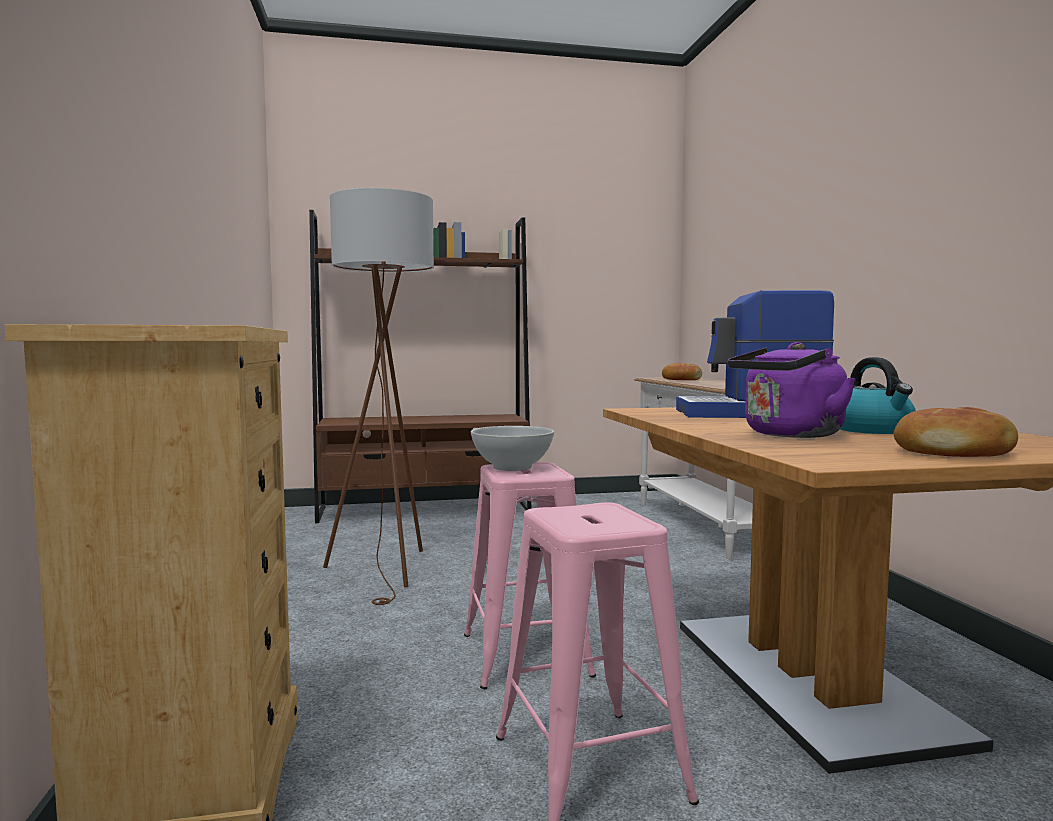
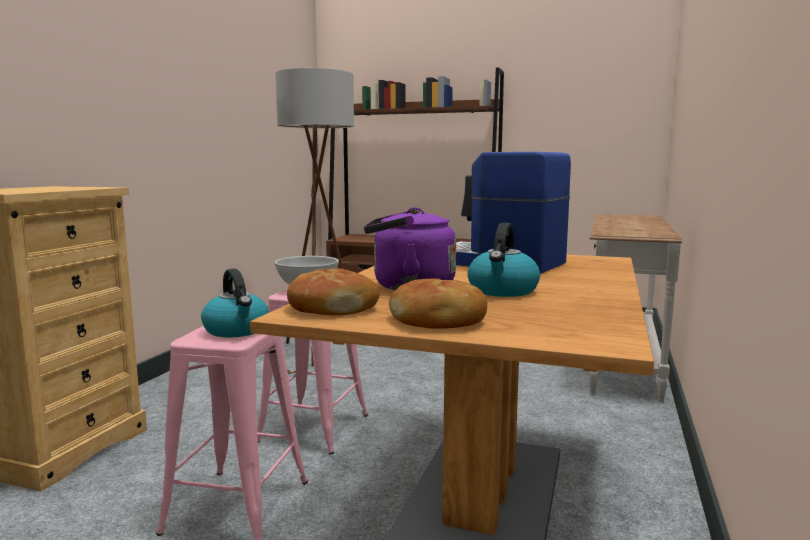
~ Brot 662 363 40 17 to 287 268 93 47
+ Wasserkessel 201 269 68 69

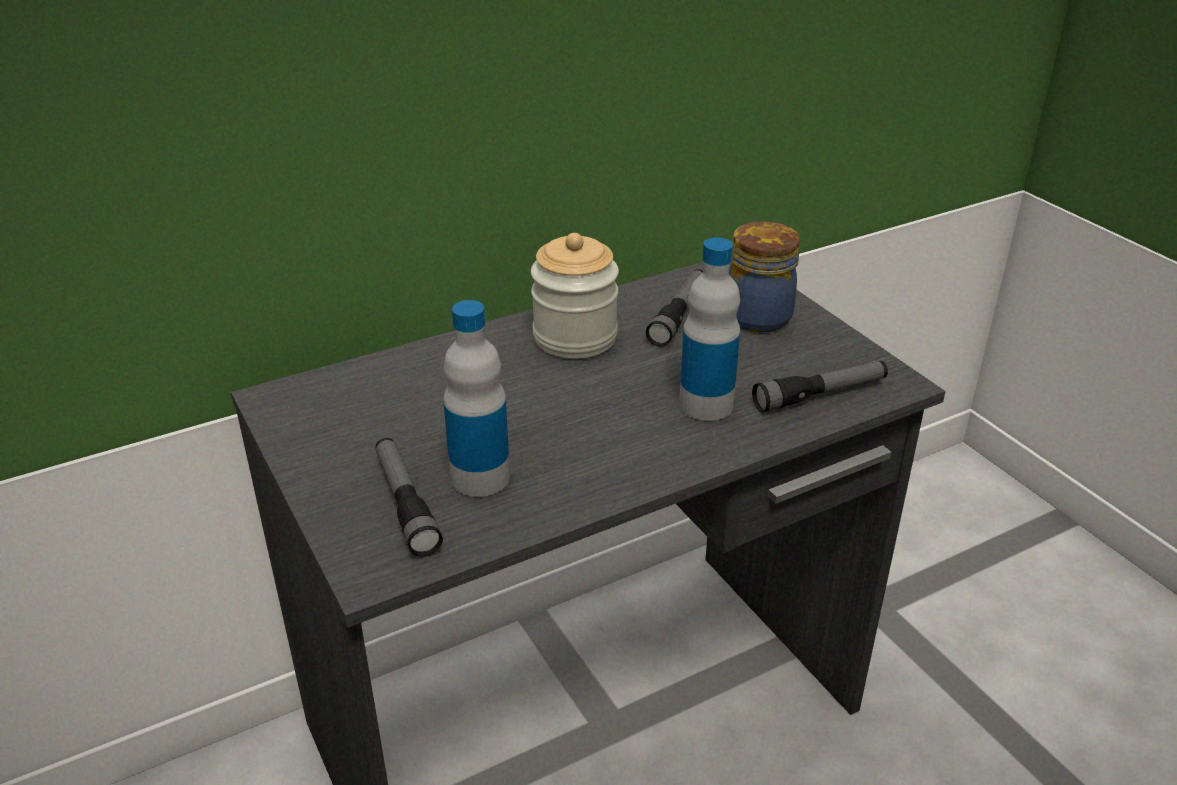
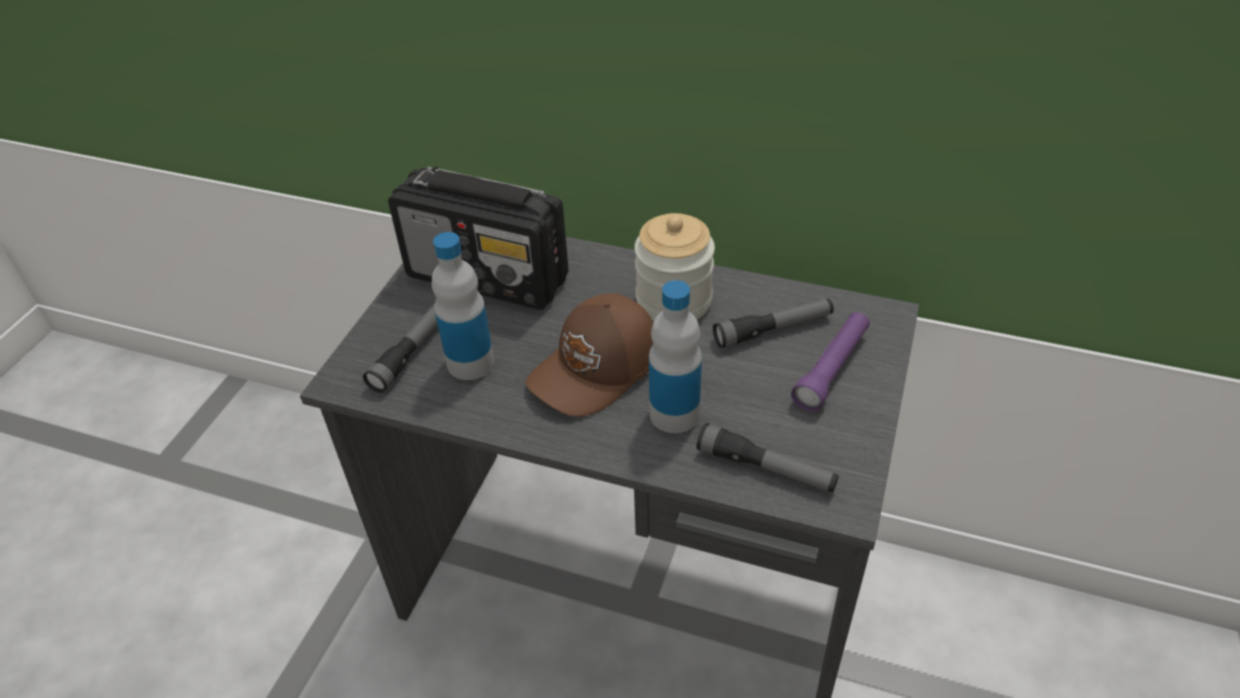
~ Vorratsglas 729 221 71 111 to Taschenlampe/lila 791 312 79 100
+ Radio 388 166 181 144
+ Kappe/braun 526 293 127 123

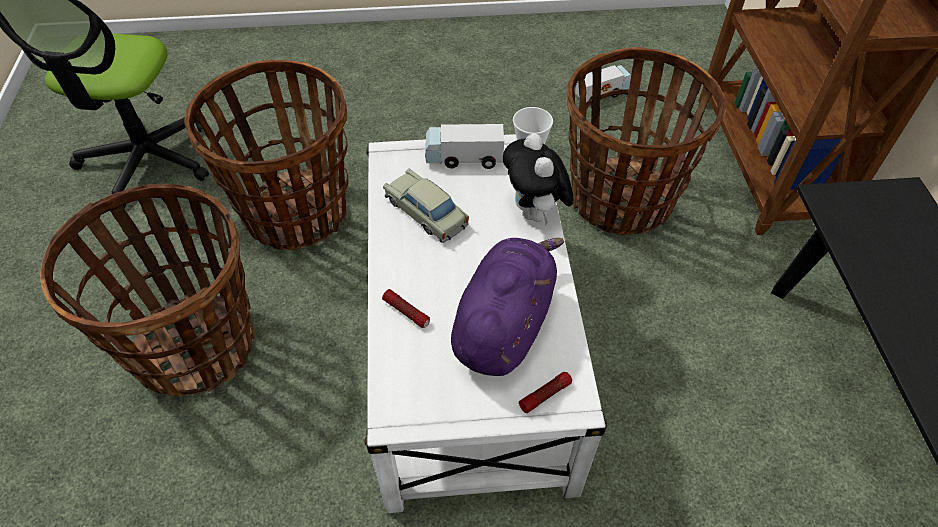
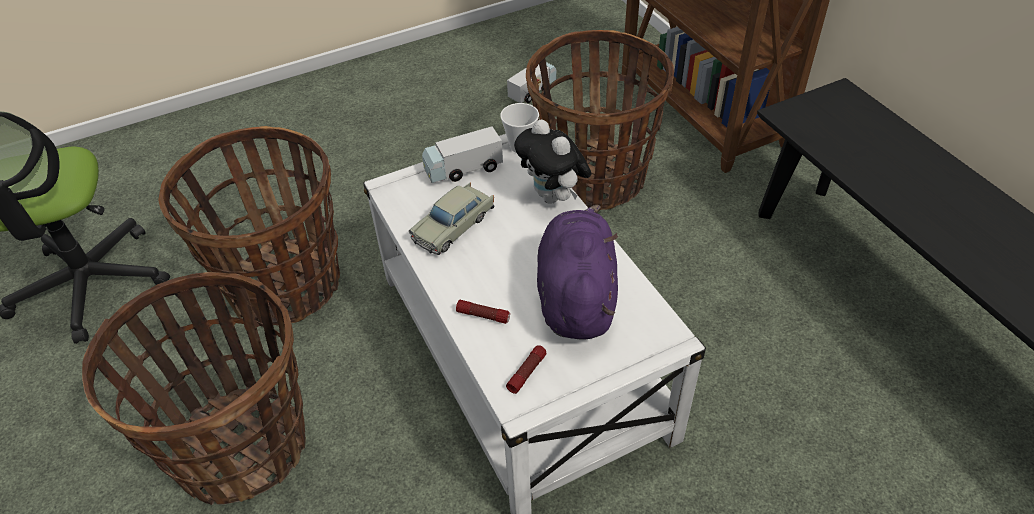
~ Spielzeugauto/beige 383 169 86 74 = 409 183 85 72 75 degrees counterclockwise
~ Taschenlampe 519 372 53 41 to 506 345 40 49

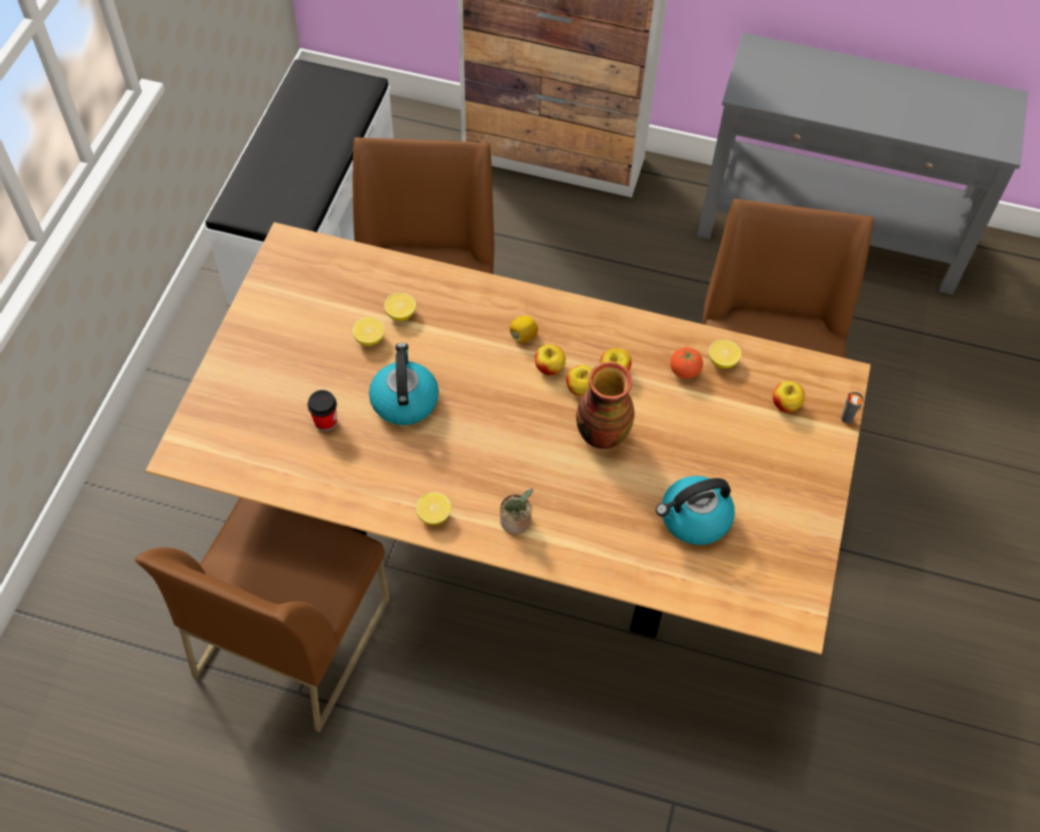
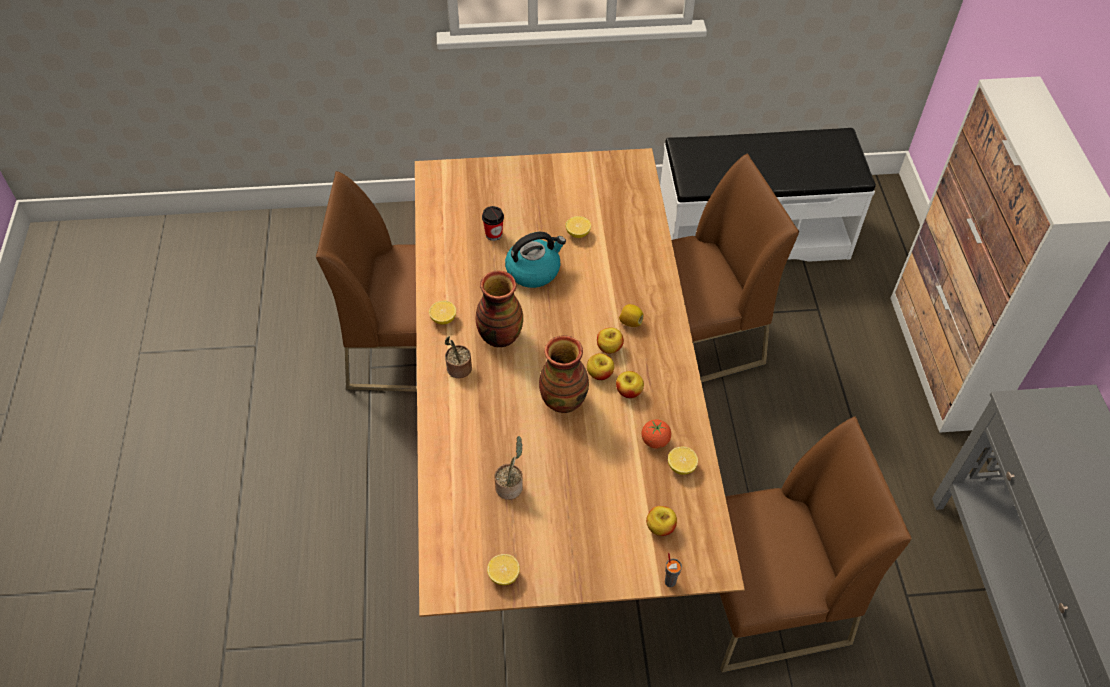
~ Zitrone 384 293 32 28 to 487 554 33 31
~ Wasserkessel 656 476 79 69 to Topfpflanze 494 436 29 64
+ Vase 476 270 47 77

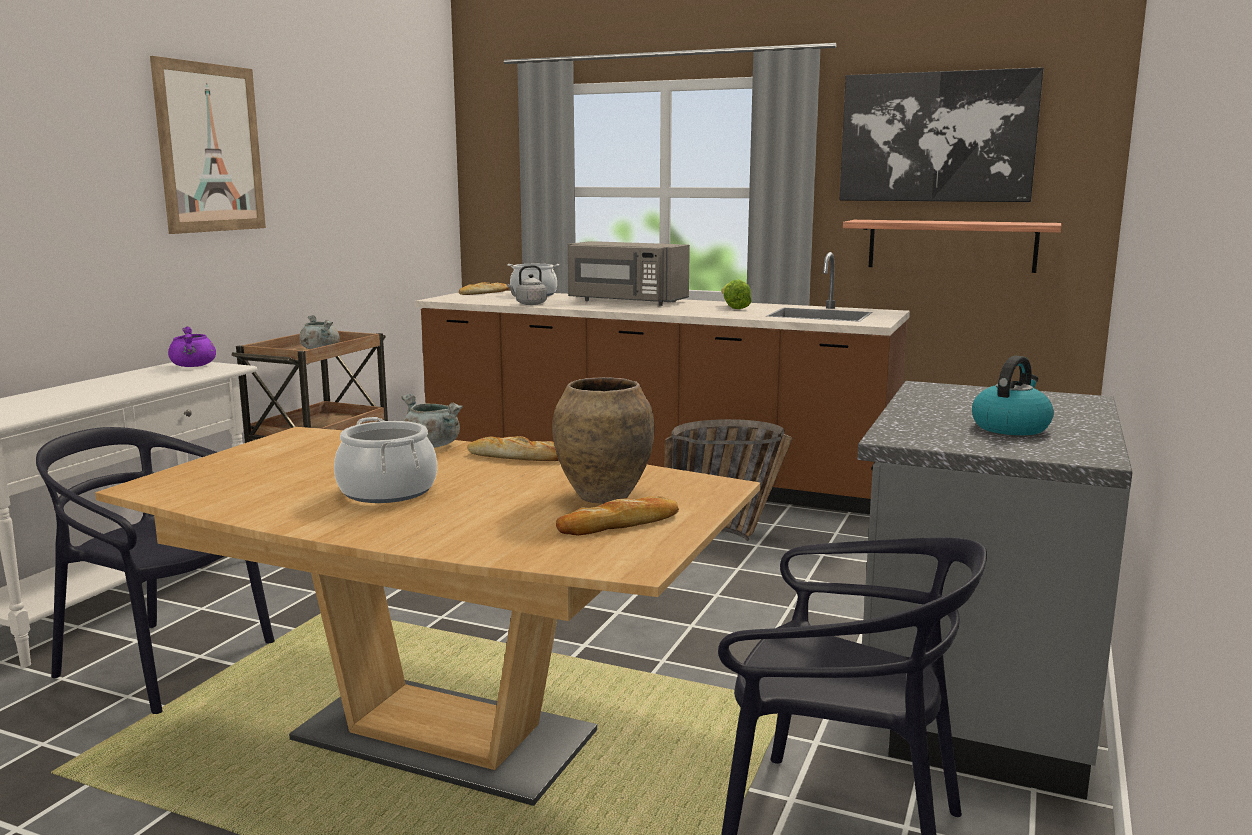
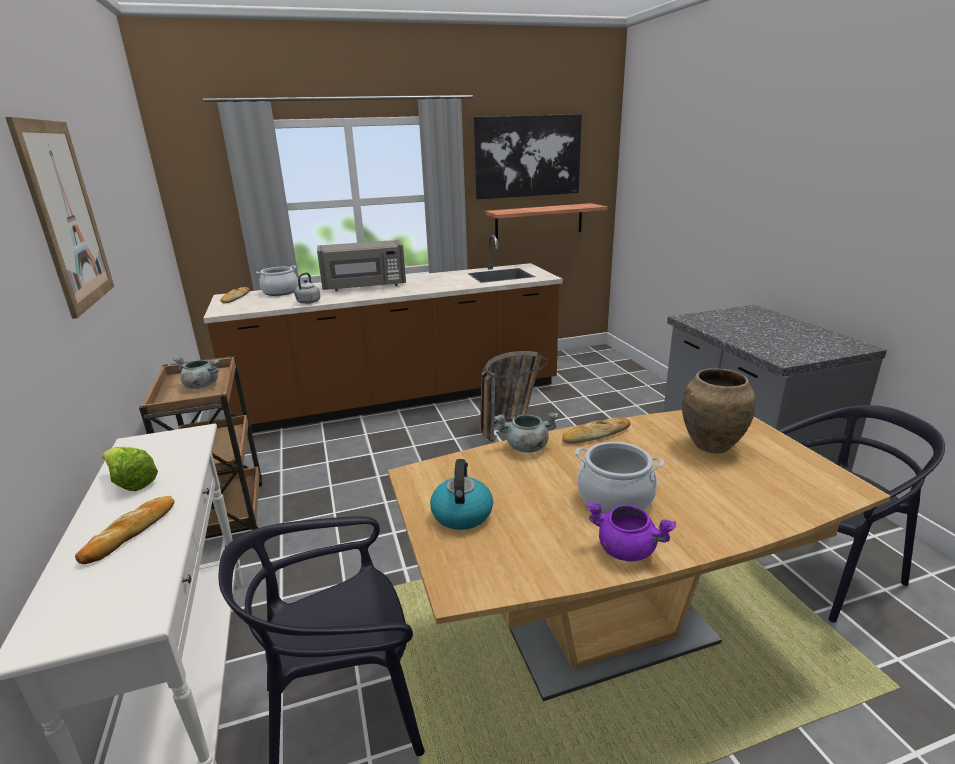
~ Salatkopf 721 279 31 30 to 102 447 56 44
~ Kochtopf/lila 168 326 48 41 to 587 502 89 60
~ Wasserkessel 972 356 82 79 to 430 459 63 71
~ Brot 556 496 123 40 to 75 496 99 68

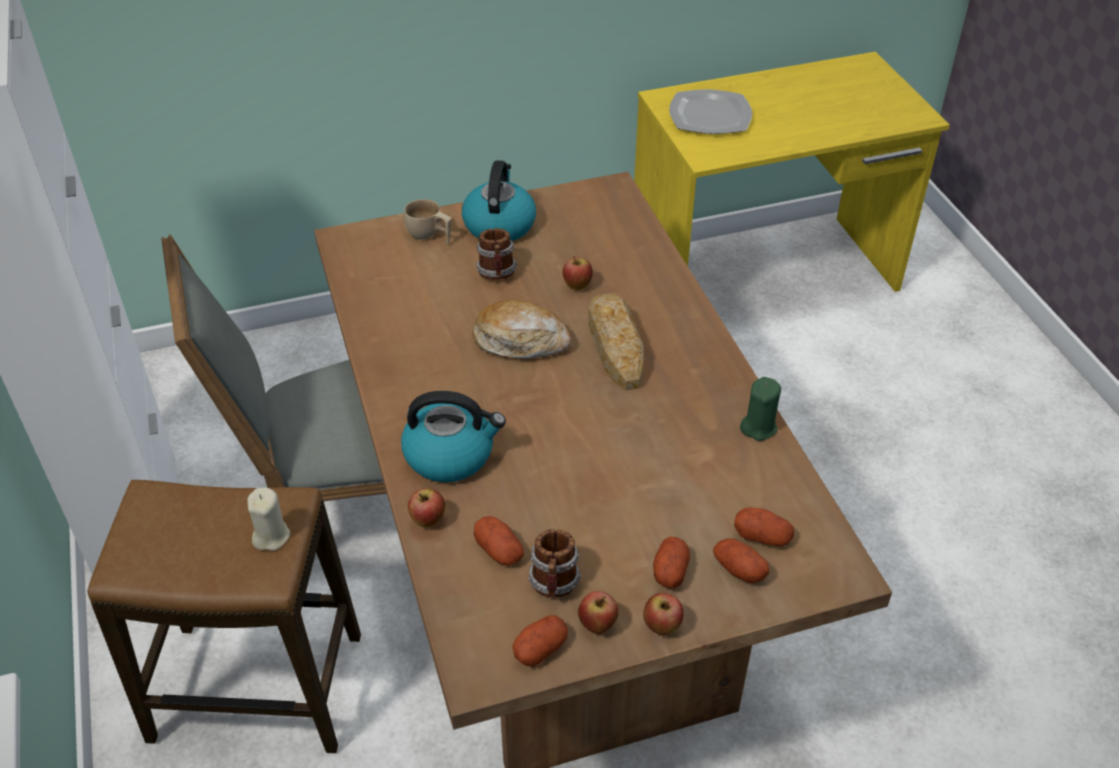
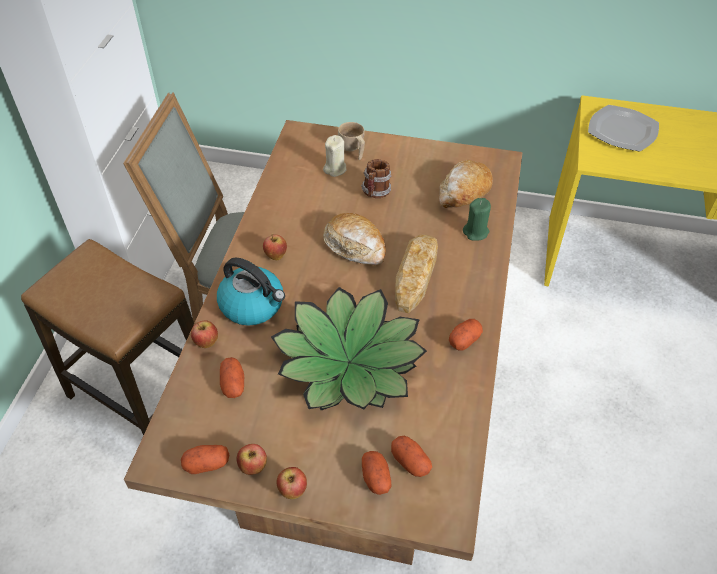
- Wasserkessel 462 160 74 81
~ Apfel 562 256 31 34 to 263 234 24 26
~ Kerze/grün 740 377 41 64 to 463 198 28 43
~ Kerze/beige 247 488 43 63 to 323 135 23 42
- Henkelbecher 528 529 53 68
~ Kartoffel 653 537 37 52 to 449 319 34 31
+ Brot 439 160 54 48
+ Topfpflanze 271 287 156 123

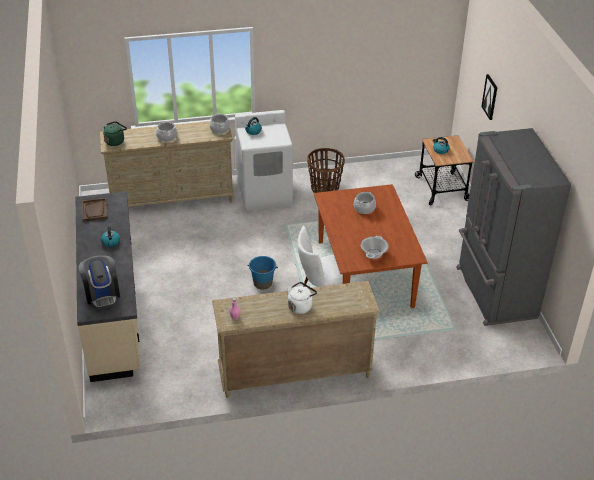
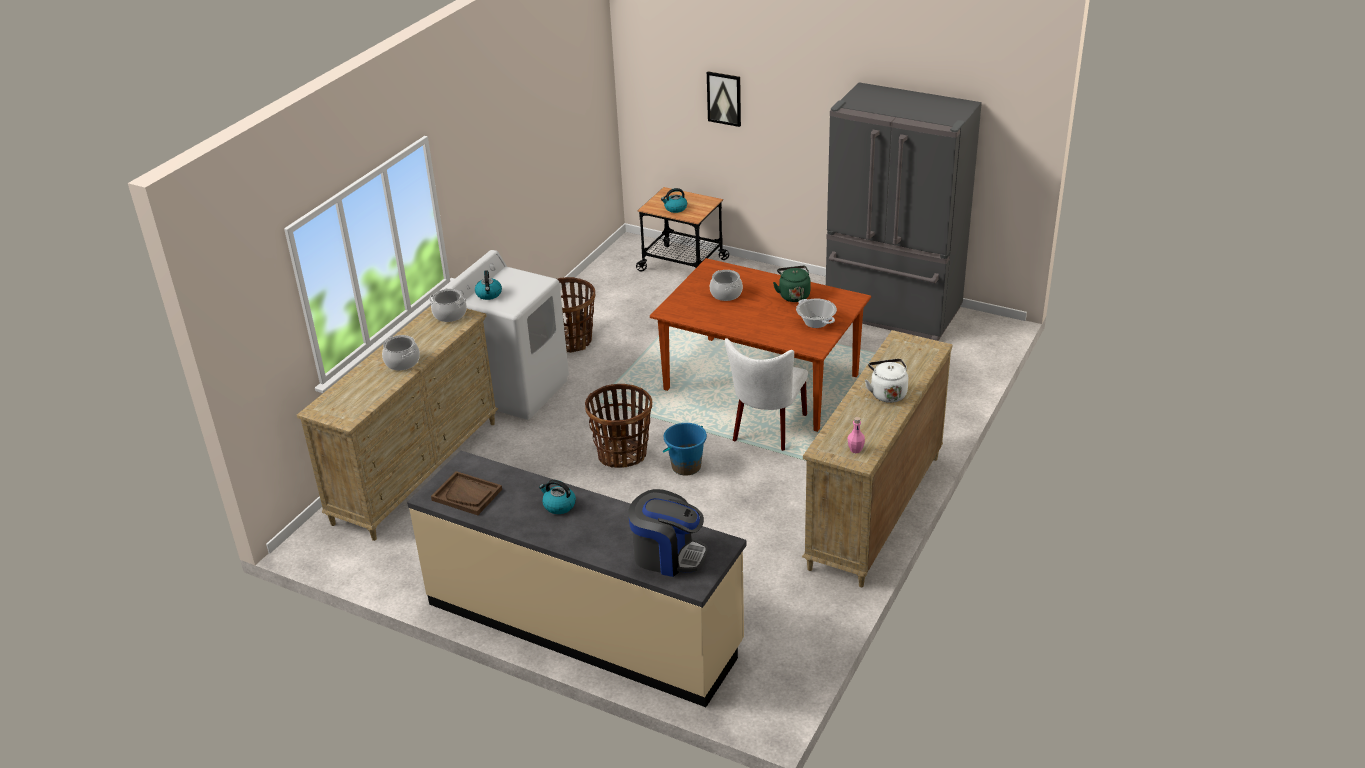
~ Wasserkessel/grün 103 121 24 25 to 773 266 38 36
+ Korb 585 384 67 84

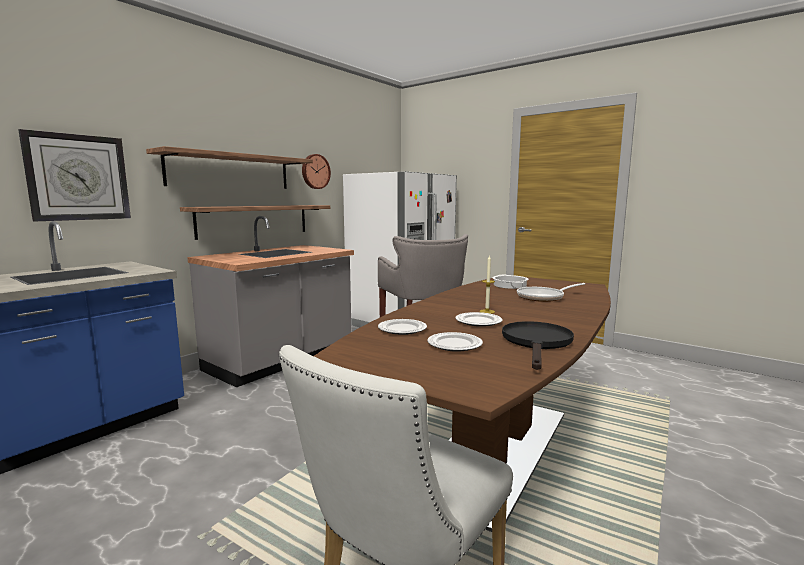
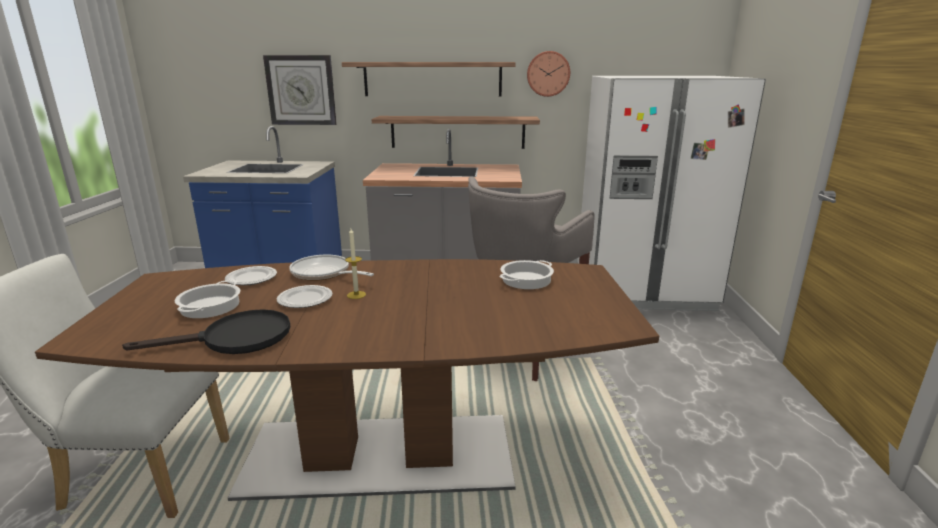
~ Pfanne 517 283 68 19 to 289 254 85 27
~ Teller 427 332 56 20 to Kochtopf 175 280 65 38

